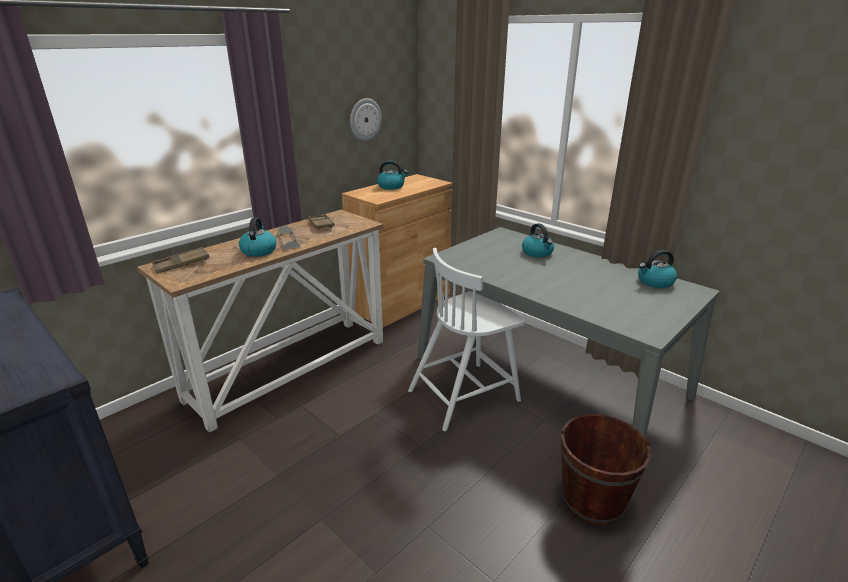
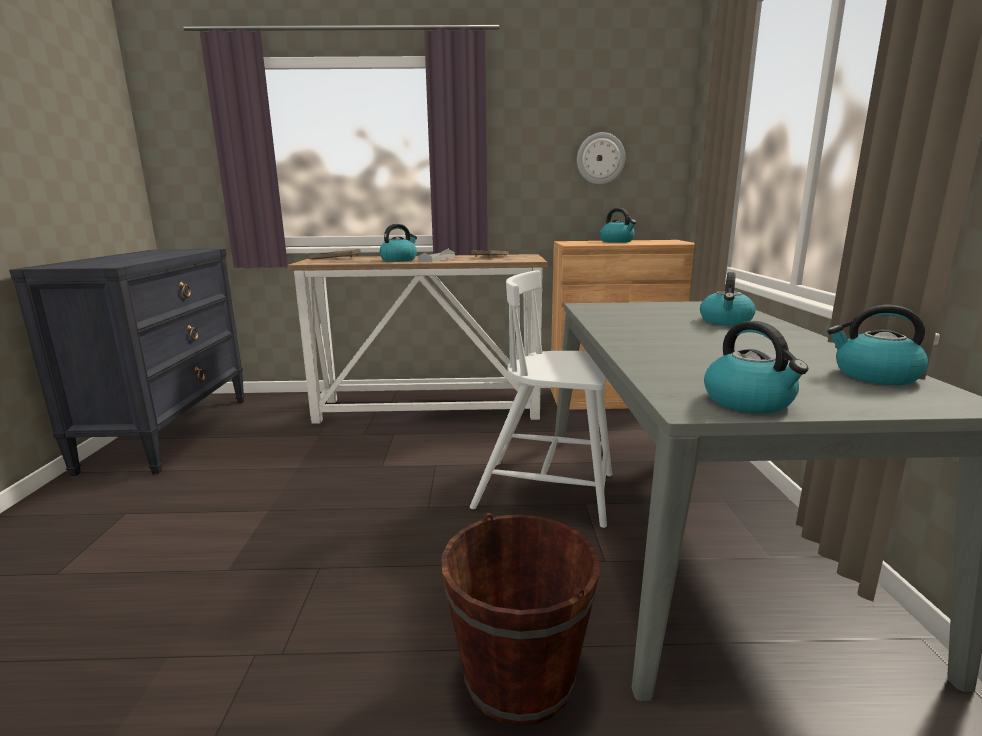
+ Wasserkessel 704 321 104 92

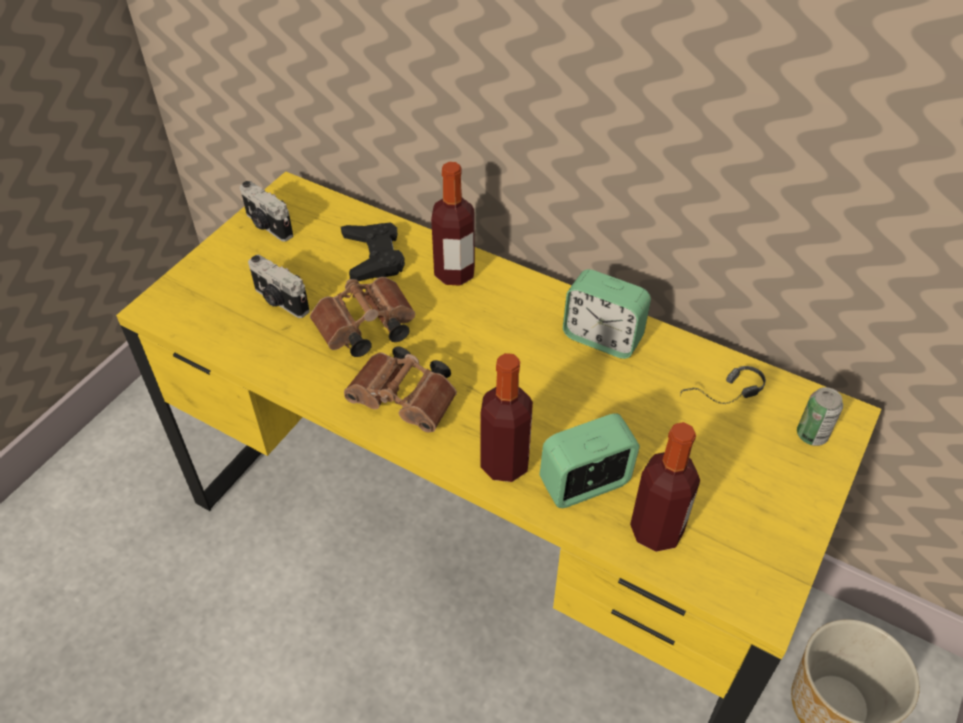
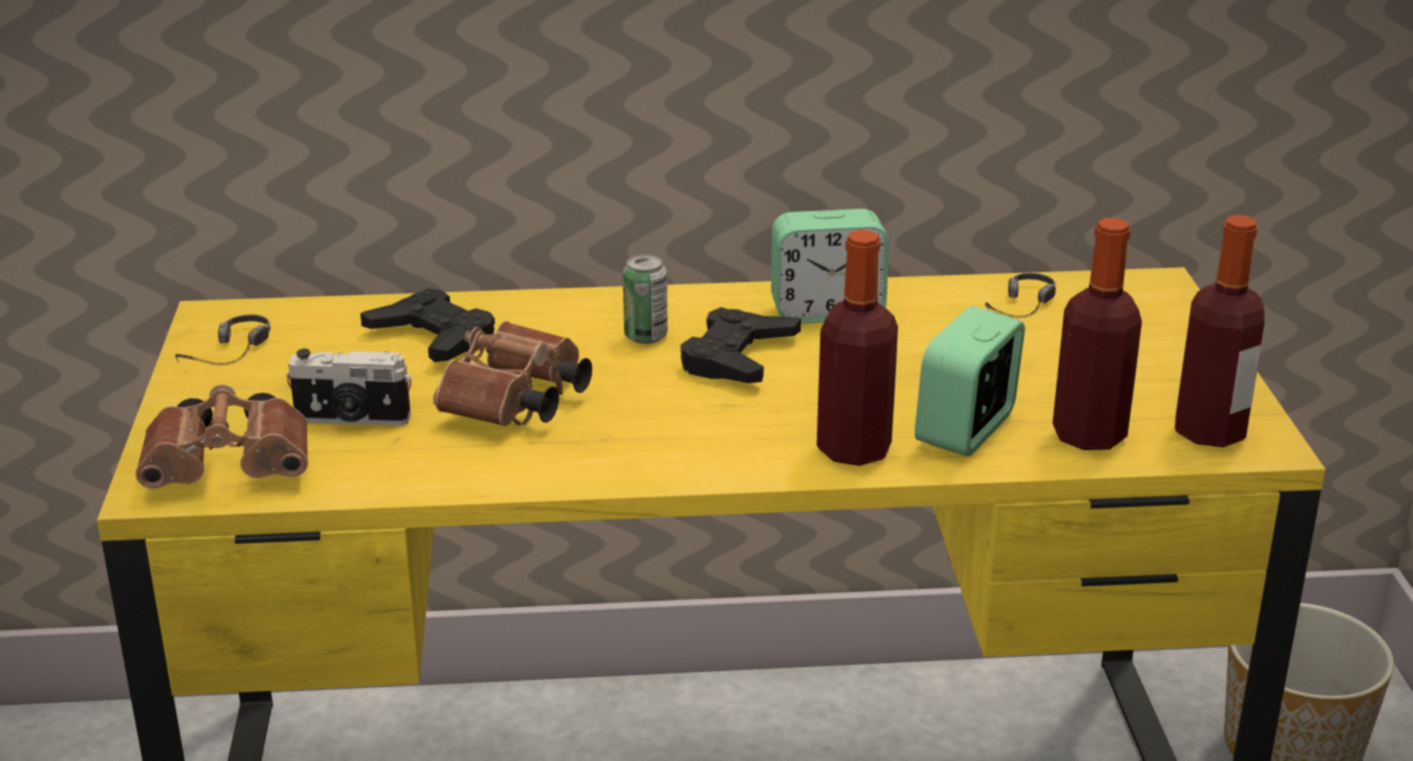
~ Flasche 431 162 44 124 to 1175 215 90 232
~ Kamera 240 181 53 61 to Kopfhörer 175 314 95 51
~ Fernglas/braun 344 346 113 87 to 136 385 172 104
~ Dose 797 387 46 59 to 623 254 45 90
+ Gamepad/schwarz 681 307 120 76

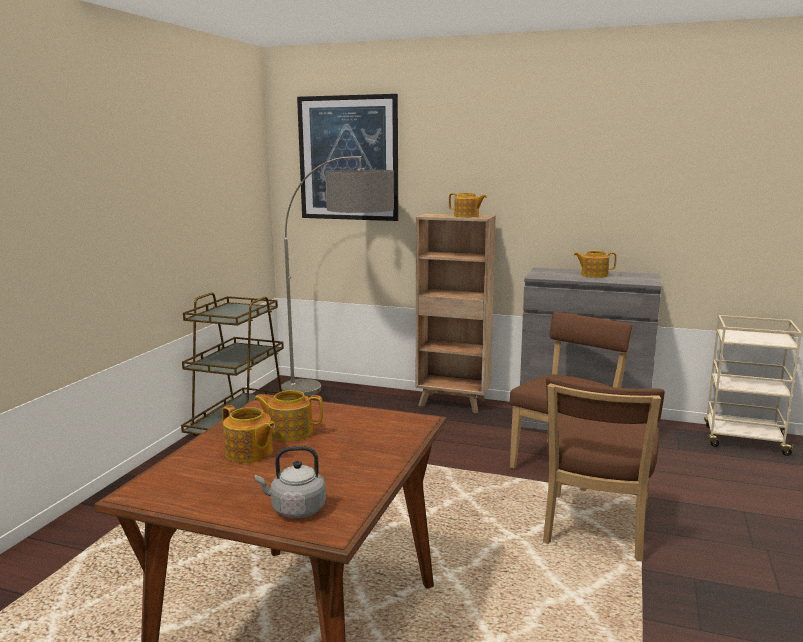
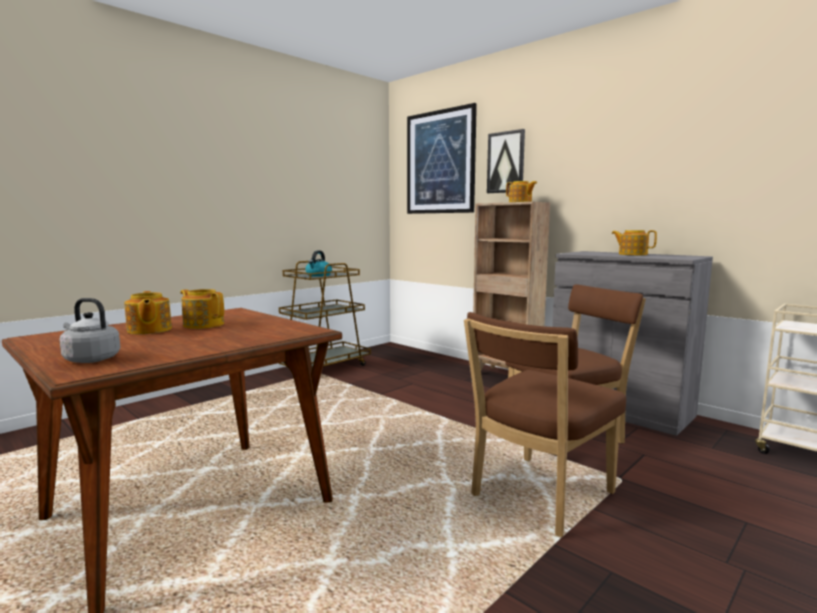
- Stehlampe 281 156 113 241
+ Bild 487 129 38 64
+ Wasserkessel 305 250 27 27

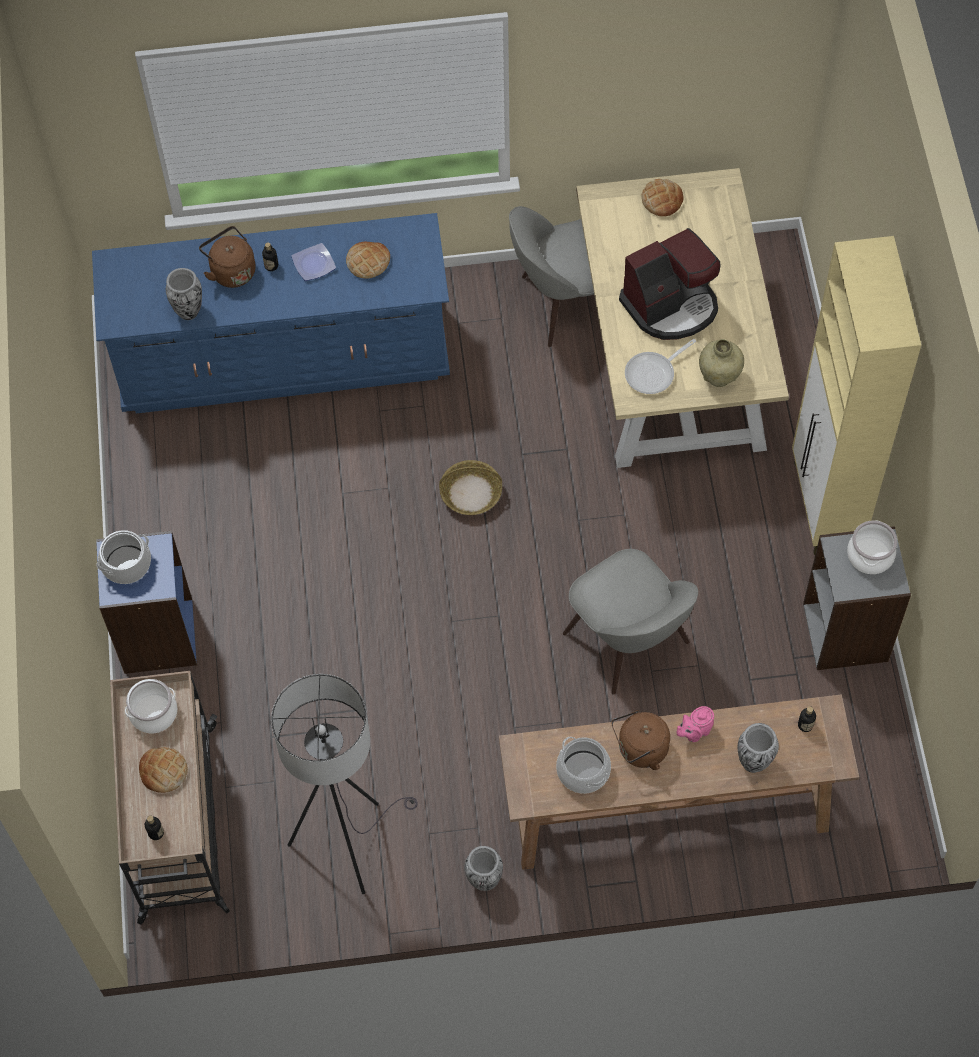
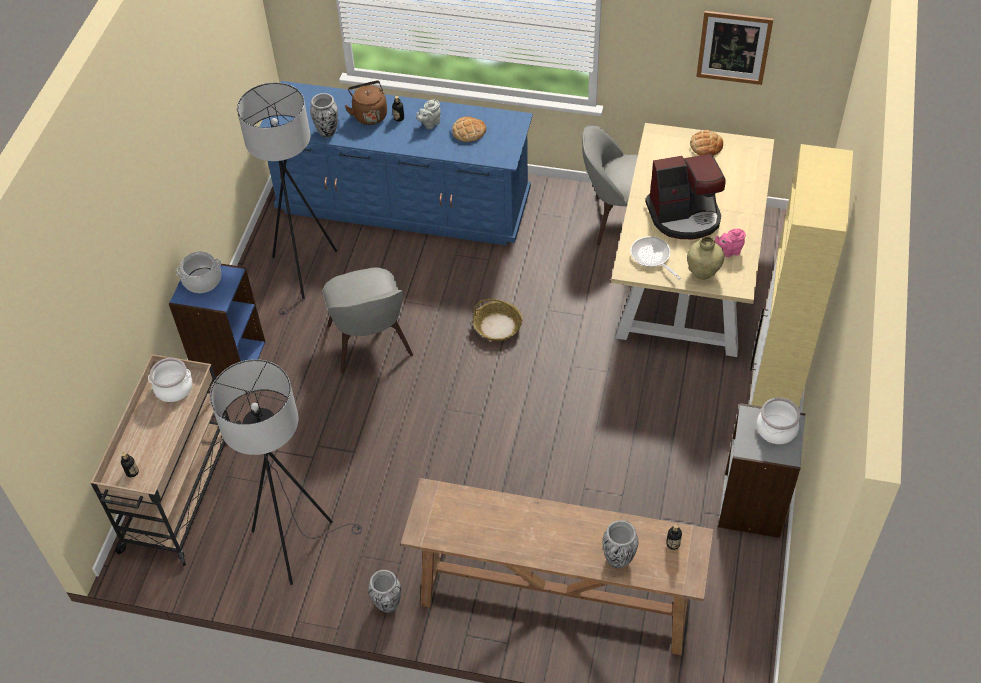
~ Teller 292 243 44 38 to Teekanne/grau 416 99 25 30
~ Pfanne 625 339 71 55 = 630 236 51 43 75 degrees clockwise
~ Stuhl/grau 563 549 135 146 to 322 268 91 106
~ Teekanne/rosa 677 706 37 36 to 715 229 31 28
- Wasserkessel/braun 611 710 59 60
- Kochtopf 556 737 55 57
- Brot 139 747 49 46
+ Bild 696 11 77 74
+ Stehlampe/grau 237 82 100 233

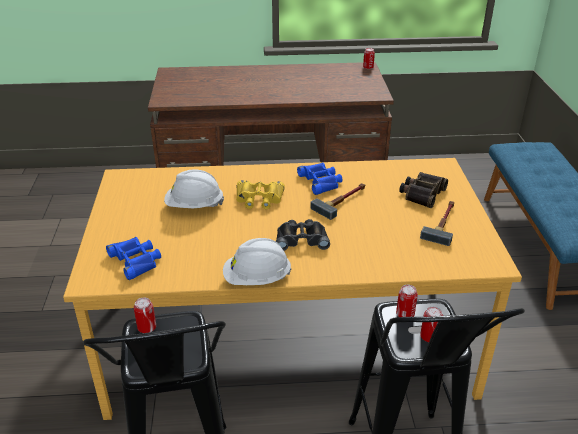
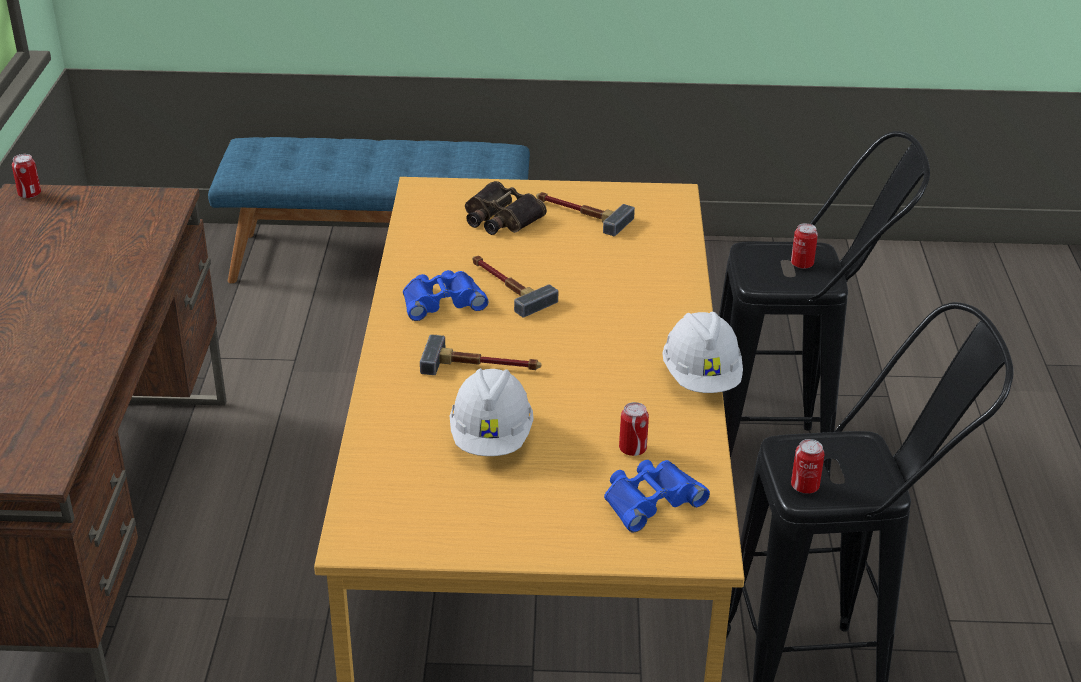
~ Fernglas/gelb 236 180 49 29 to Hammer 420 334 121 41
- Fernglas/schwarz 276 219 54 32
~ Dose 396 285 22 32 to 619 402 30 54

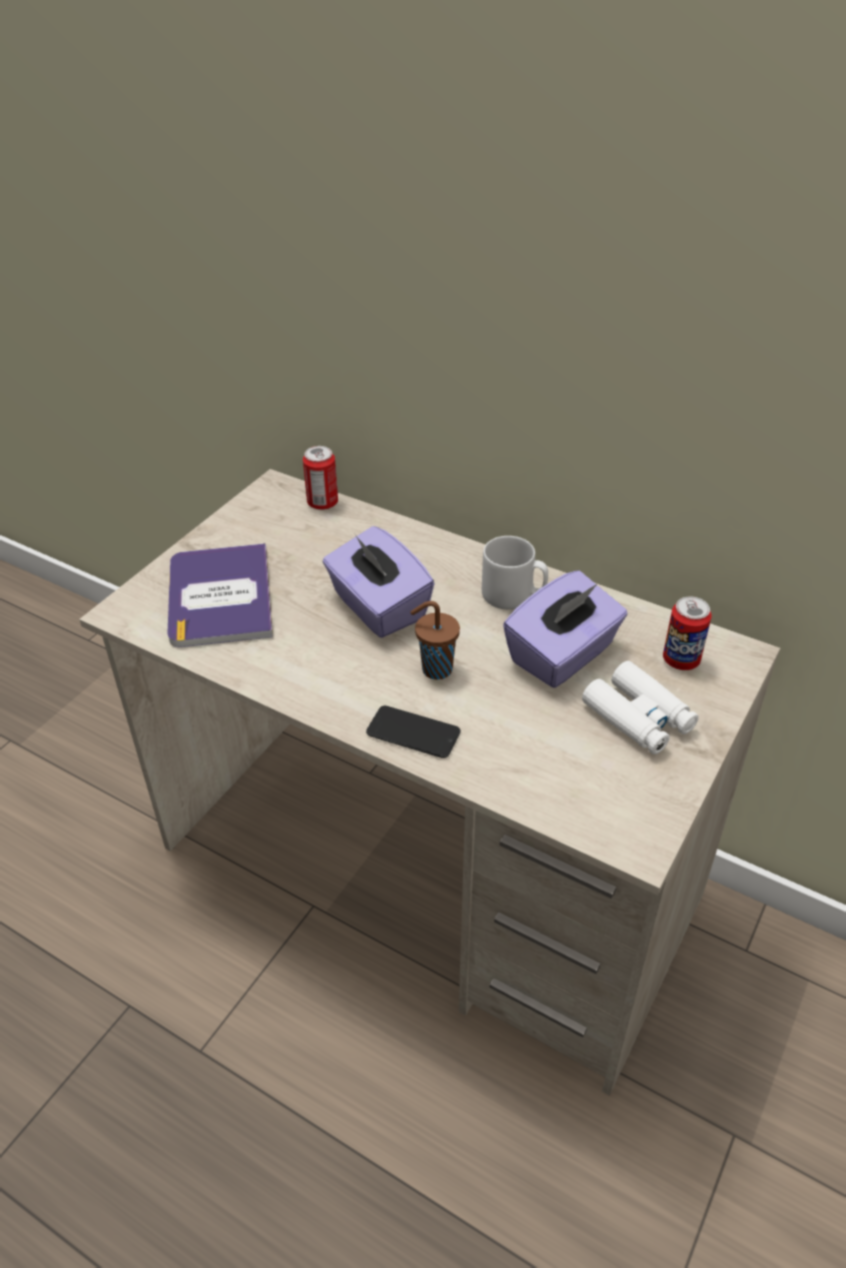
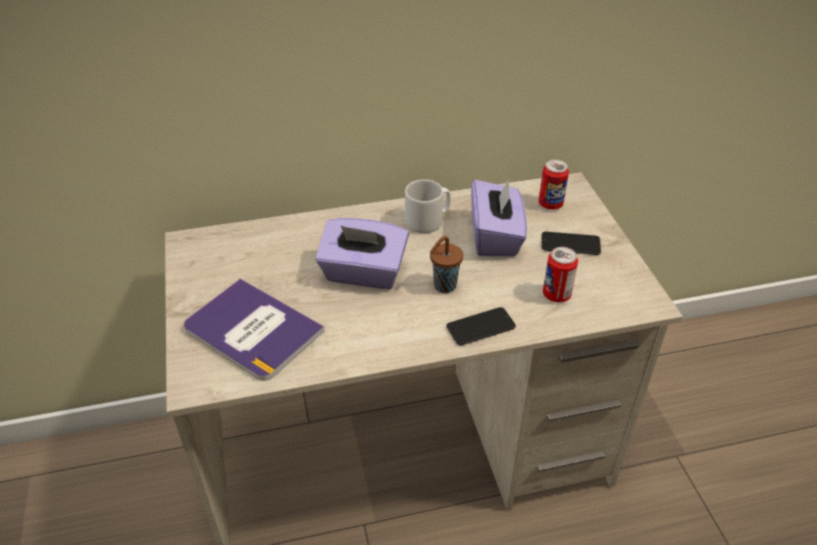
~ Dose 303 446 35 64 to 543 247 35 55
~ Fernglas/weiß 582 661 117 94 to Handy 542 232 59 23

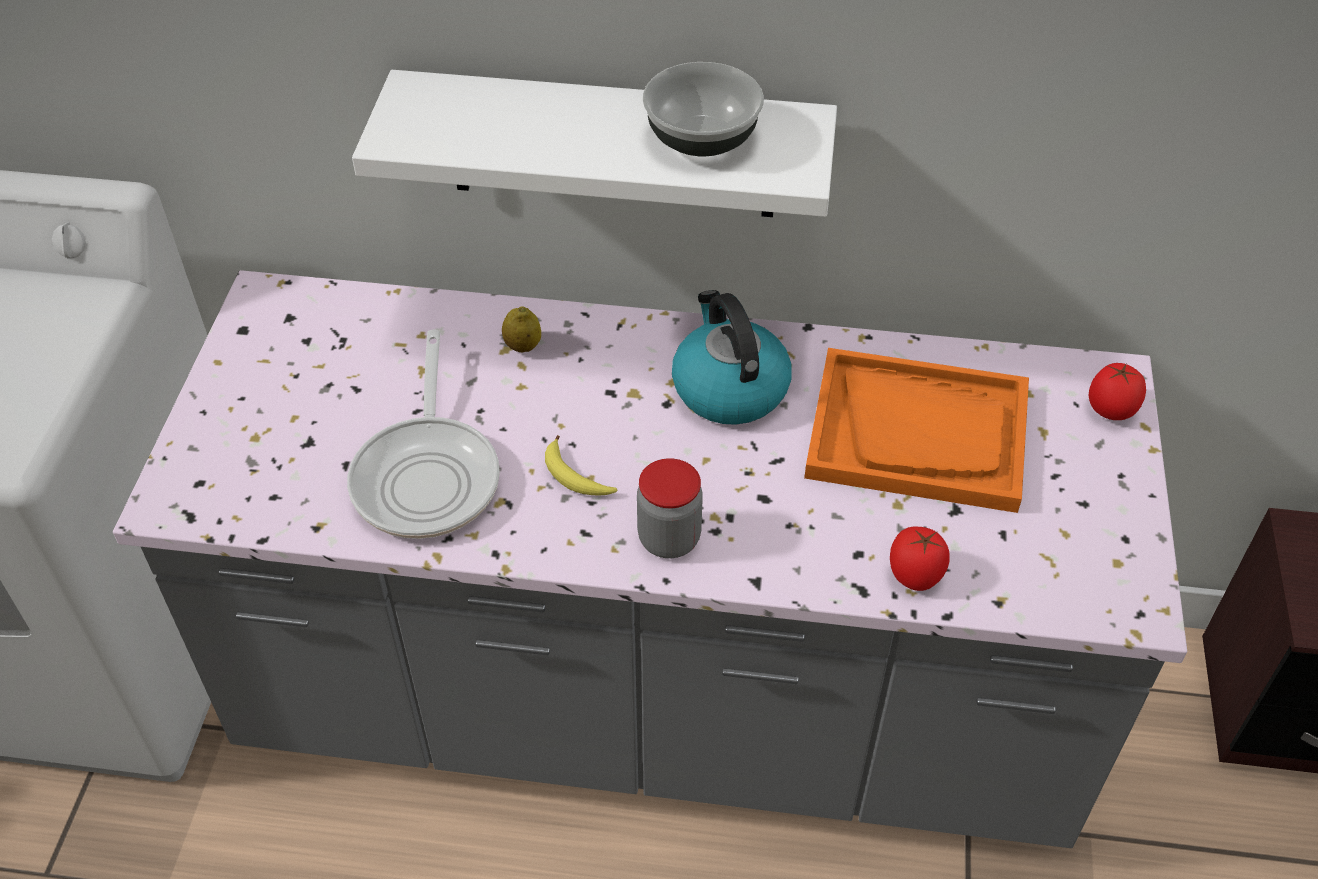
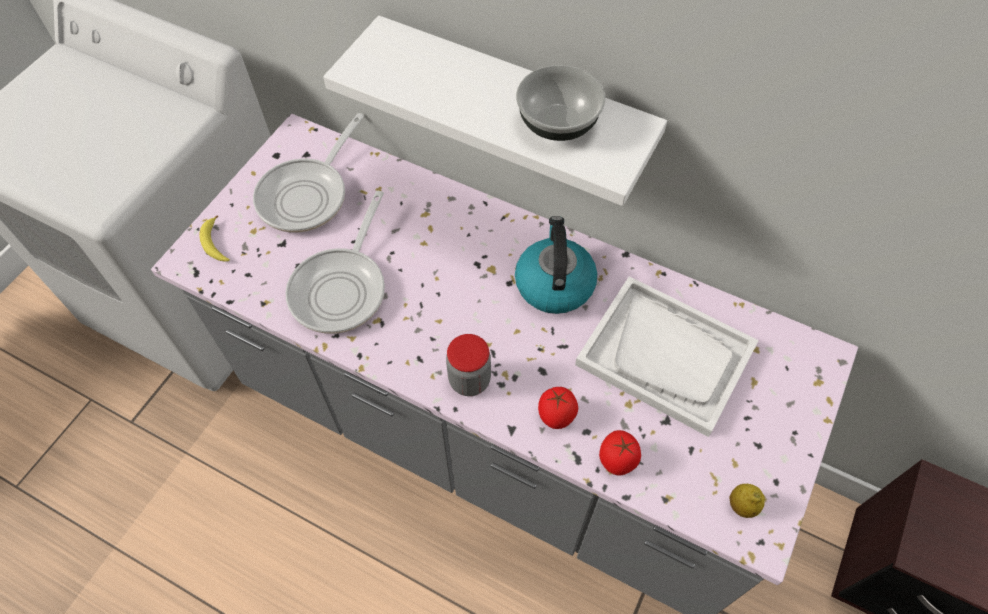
~ Zitrone 502 307 39 45 to 729 484 36 34
~ Tablett/orange 804 348 225 165 to Tablett/weiß 575 276 184 161
~ Tomate 1089 363 57 57 to 538 387 40 42
~ Banane 545 435 72 61 to 200 215 30 46
+ Pfanne 253 113 111 120

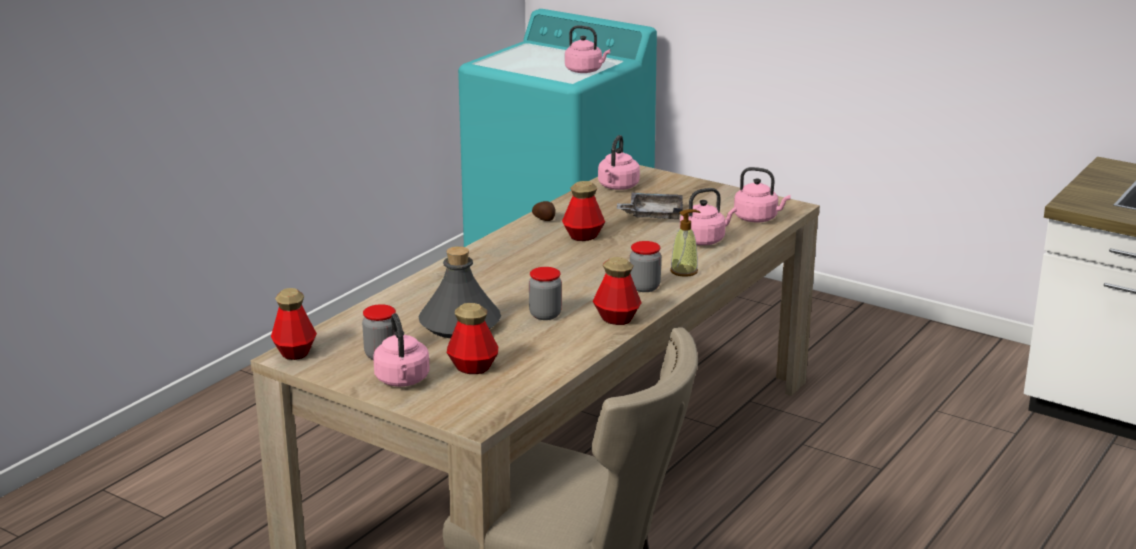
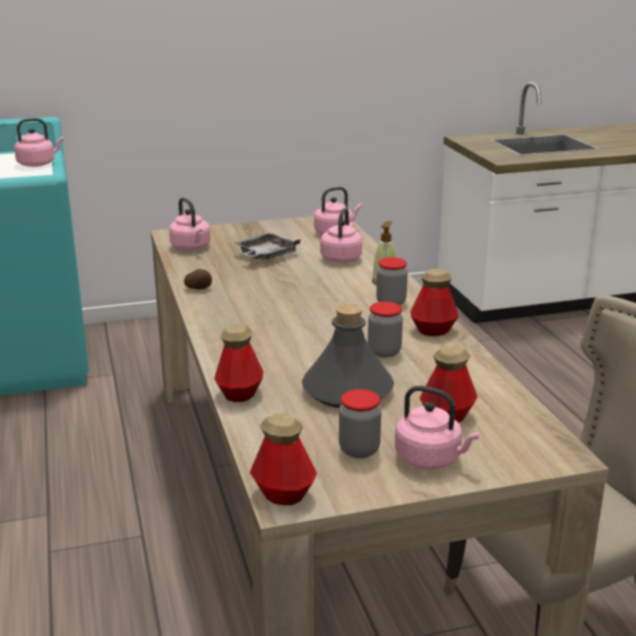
~ Flasche 562 181 43 60 to 214 324 50 78

